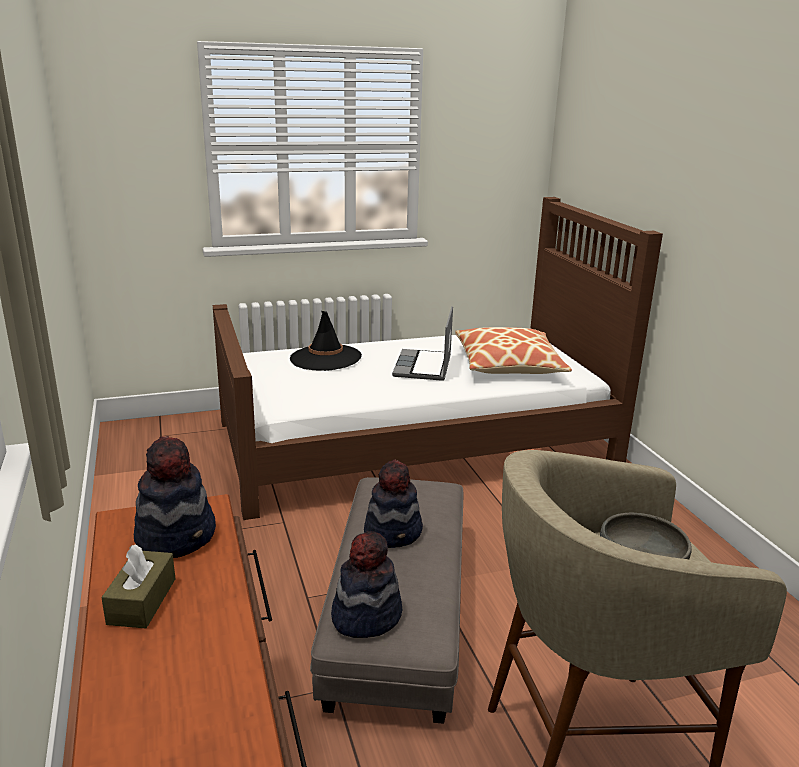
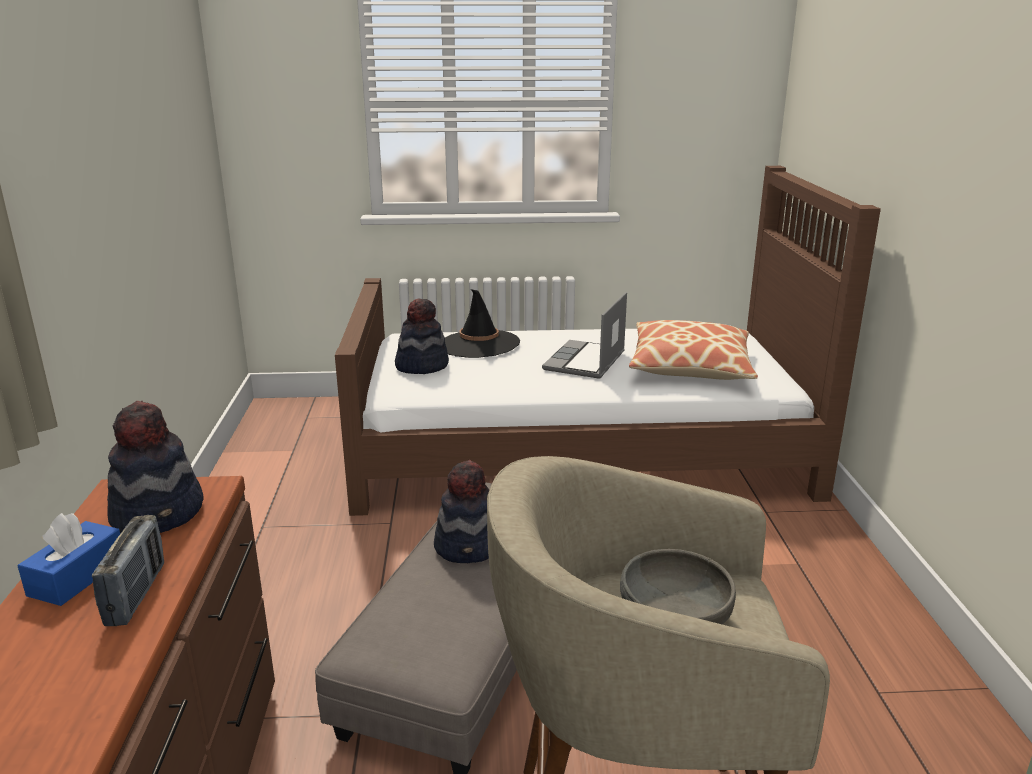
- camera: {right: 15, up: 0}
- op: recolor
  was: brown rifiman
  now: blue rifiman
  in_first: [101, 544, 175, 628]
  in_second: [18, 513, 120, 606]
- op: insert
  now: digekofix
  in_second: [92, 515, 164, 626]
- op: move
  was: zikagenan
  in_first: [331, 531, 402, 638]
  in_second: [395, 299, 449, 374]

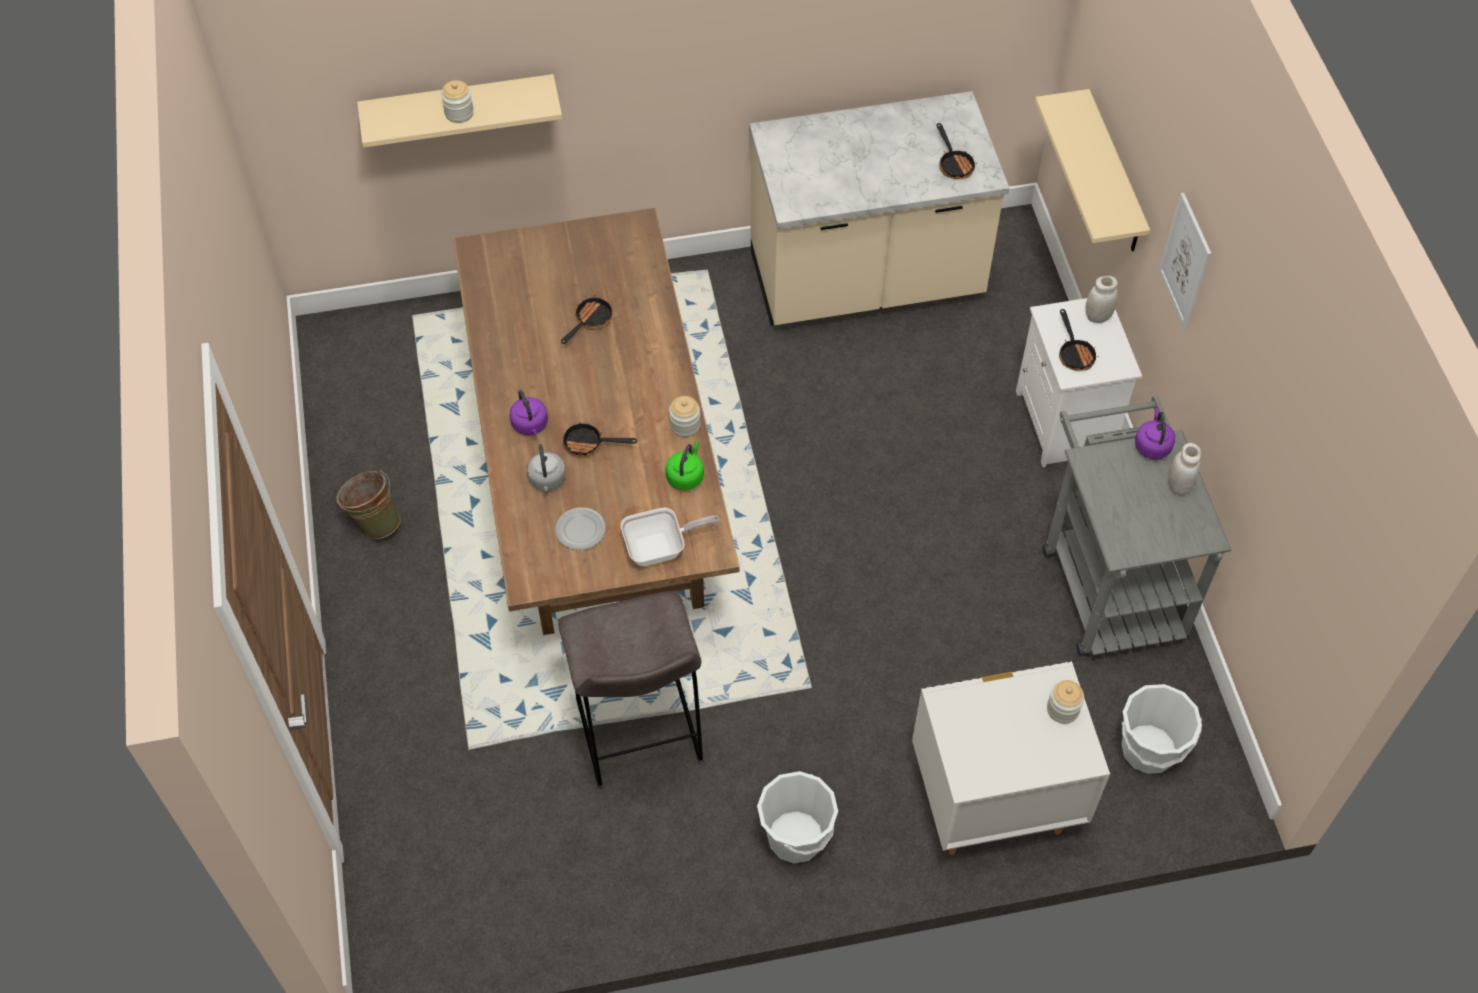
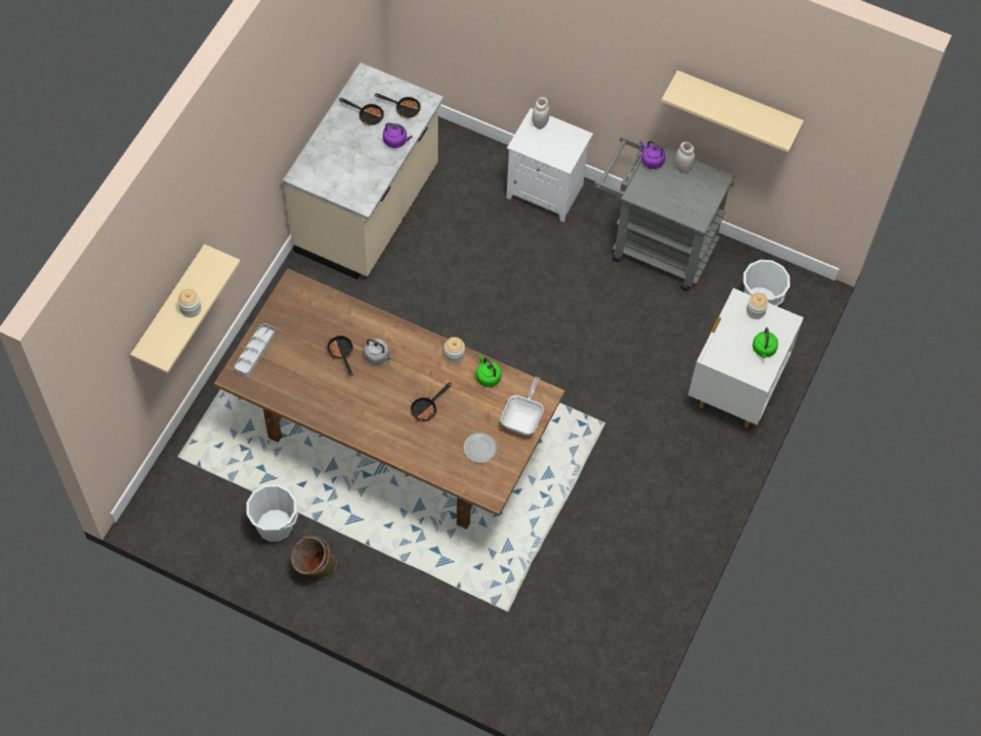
- camera: {right: -55, up: 5}
- op: insert
  now: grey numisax
  in_second: [235, 323, 275, 377]
- op: move
  was: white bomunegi
  in_first: [757, 771, 838, 863]
  in_second: [246, 484, 298, 542]
- op: move
  was: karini
  in_first: [1059, 309, 1099, 371]
  in_second: [339, 98, 384, 126]
- op: move
  was: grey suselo
  in_first: [527, 444, 566, 492]
  in_second: [364, 339, 393, 365]
- op: move
  was: purple suselo
  in_first: [509, 390, 548, 435]
  in_second: [383, 123, 412, 148]
- op: move
  was: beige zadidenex
  in_first: [1035, 89, 1150, 251]
  in_second: [661, 70, 804, 153]
- op: insert
  now: green suselo
  in_second: [752, 327, 778, 358]
- op: delete
  was: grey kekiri
  in_first: [558, 591, 703, 788]
- op: delete
  was: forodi
  in_first: [1158, 193, 1211, 329]

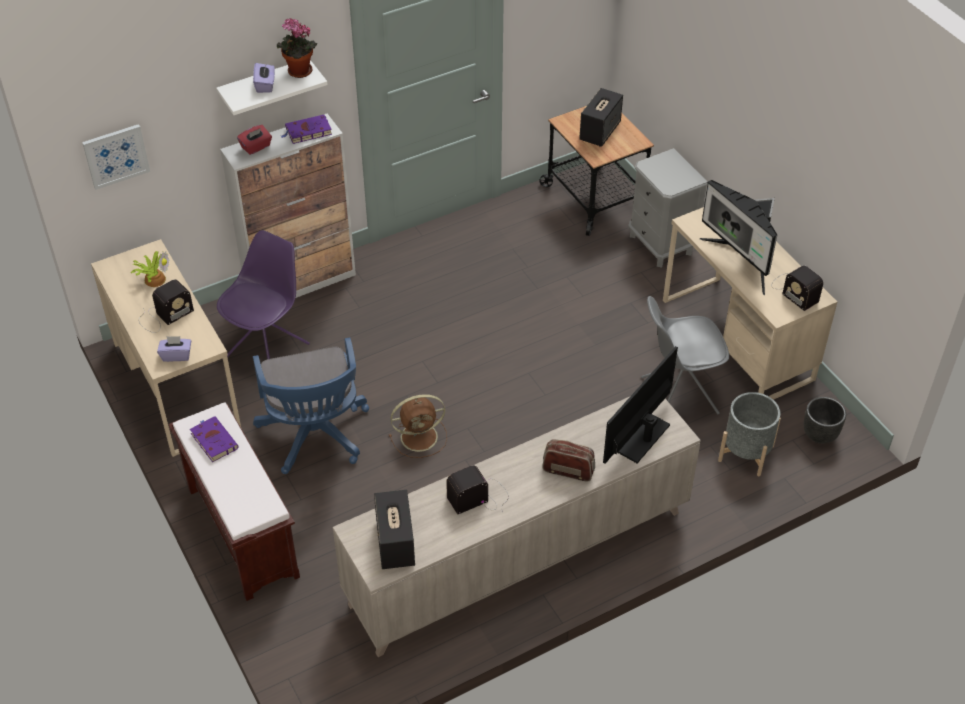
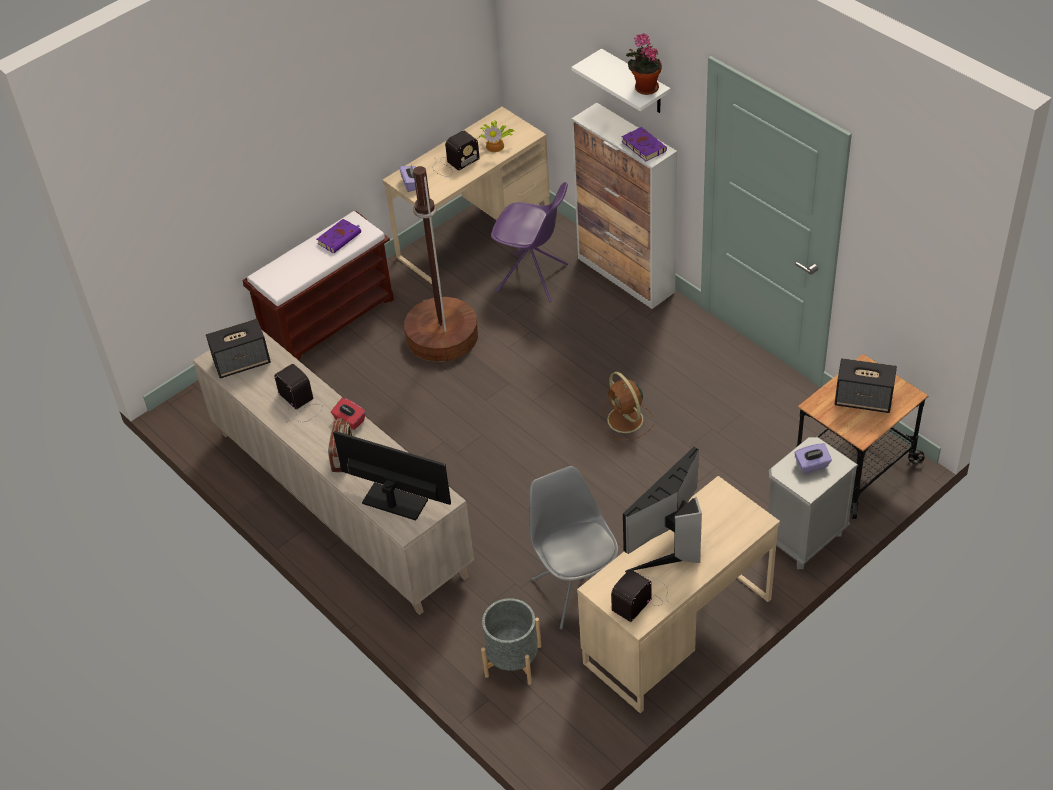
- camera: {right: 80, up: 0}
- op: move
  was: red rifiman
  in_first: [237, 125, 272, 155]
  in_second: [331, 398, 366, 430]
- op: replace
  was: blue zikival
  now: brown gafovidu
  in_first: [253, 337, 369, 474]
  in_second: [404, 166, 478, 362]
- op: rotate
  was: digekofix
  in_first: [139, 280, 194, 333]
  in_second: [432, 131, 480, 177]
  clockwise: -75
- op: move
  was: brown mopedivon
  in_first: [389, 394, 447, 458]
  in_second: [599, 372, 654, 440]
- op: move
  was: purple rifiman
  in_first: [253, 63, 275, 93]
  in_second: [795, 443, 832, 473]
- op: delete
  was: forodi
  in_first: [82, 124, 150, 190]
- op: delete
  was: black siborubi
  in_first: [804, 397, 846, 444]

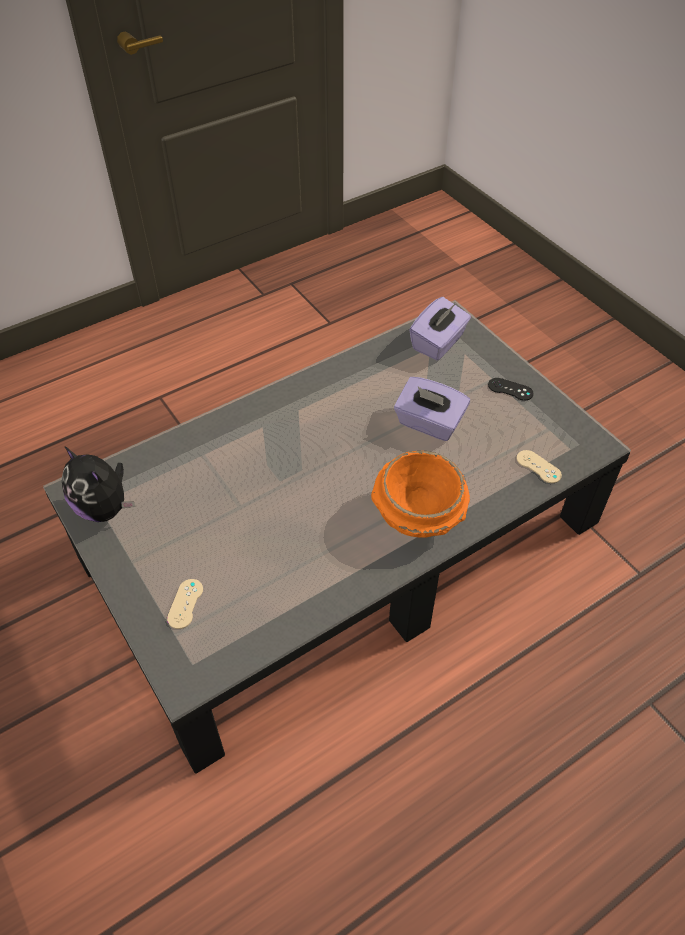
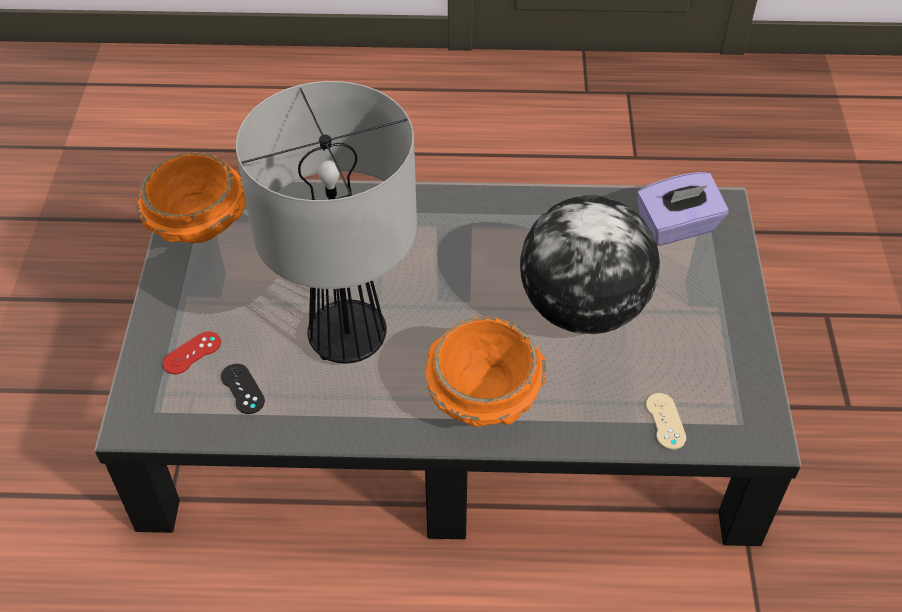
- camera: {right: 35, up: 0}
- op: replace
  was: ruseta
  now: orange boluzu
  in_first: [61, 446, 135, 522]
  in_second: [136, 152, 246, 243]
- op: recolor
  was: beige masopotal
  now: red masopotal
  in_first: [167, 579, 203, 629]
  in_second: [163, 332, 221, 374]
- op: move
  was: black masopotal
  in_first: [488, 378, 534, 401]
  in_second: [221, 364, 265, 414]
- op: insert
  now: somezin
  in_second: [236, 81, 417, 363]
- op: replace
  was: purple rifiman
  now: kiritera
  in_first: [394, 377, 470, 441]
  in_second: [520, 195, 660, 334]

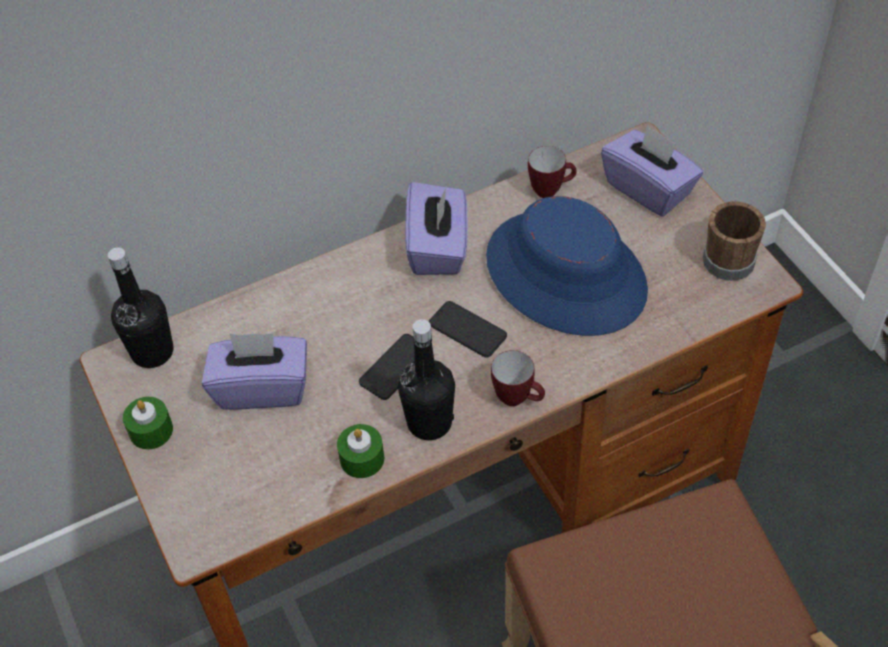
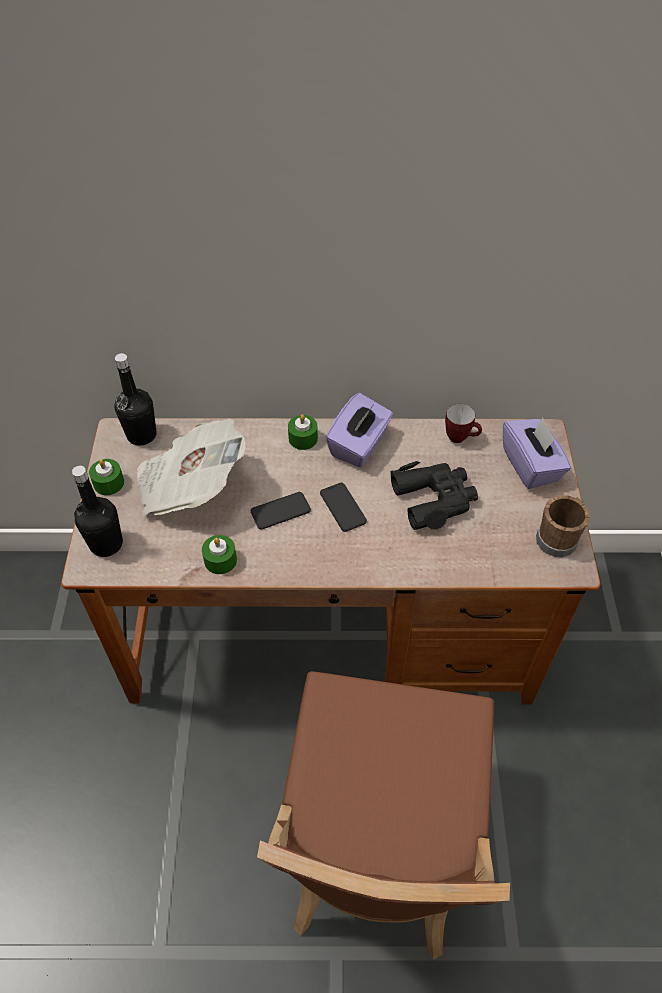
- camera: {right: 25, up: 0}
- op: move
  was: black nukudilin
  in_first: [398, 319, 455, 440]
  in_second: [72, 466, 123, 557]
- op: replace
  was: purple rifiman
  now: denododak
  in_first: [202, 333, 307, 410]
  in_second: [137, 419, 246, 516]
- op: insert
  now: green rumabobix
  in_second: [288, 414, 318, 450]
- op: replace
  was: blue zikagenan
  now: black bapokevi
  in_first: [486, 196, 648, 336]
  in_second: [390, 461, 478, 530]
- op: delete
  was: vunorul
  in_first: [491, 350, 545, 406]

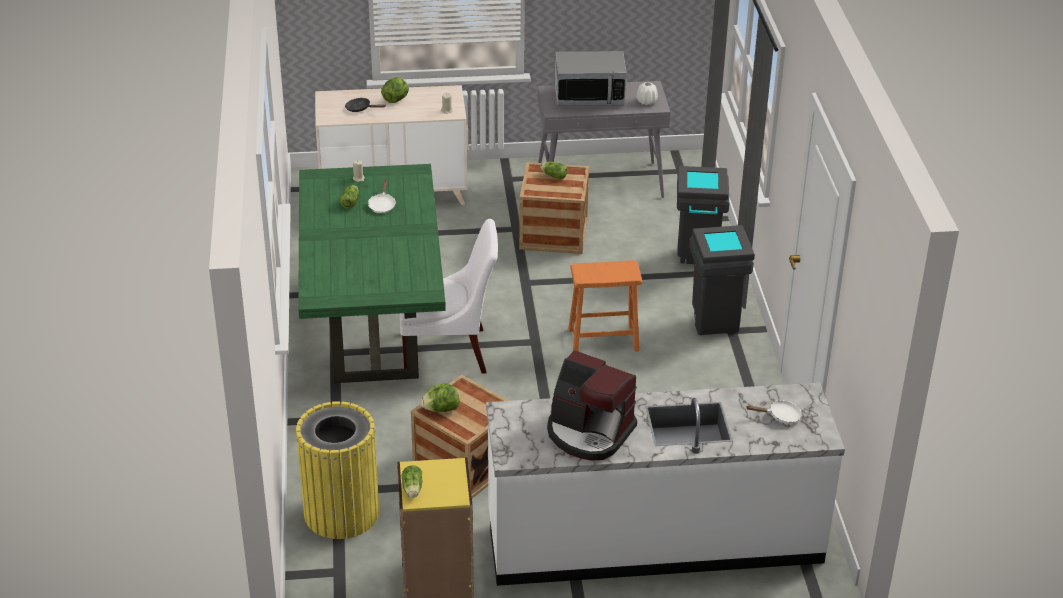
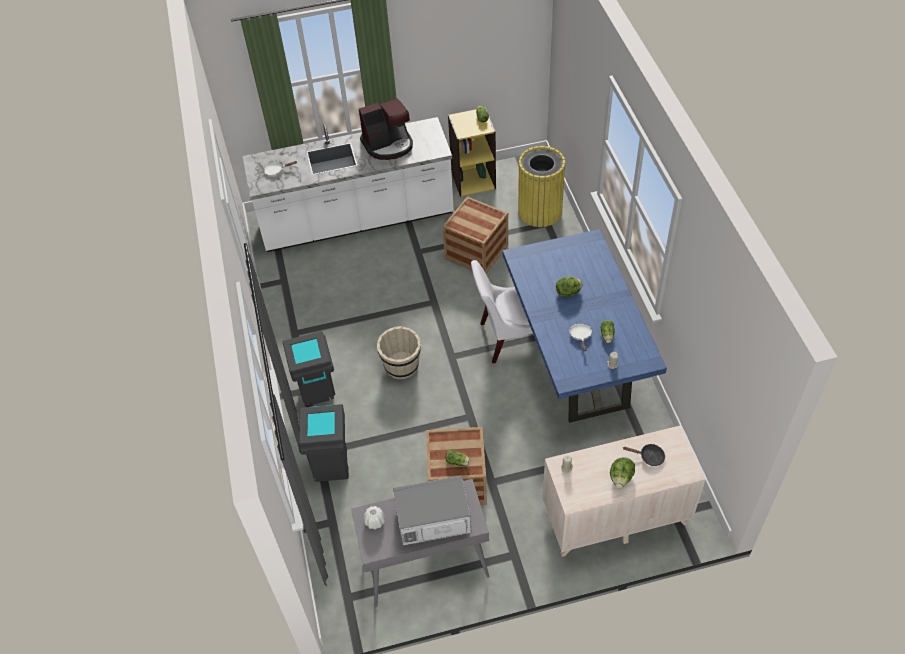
- camera: {right: 175, up: 15}
- op: rotate
  was: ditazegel
  in_first: [547, 350, 637, 461]
  in_second: [359, 98, 413, 160]
  clockwise: 135
- op: replace
  was: orange kekiri
  now: beige bomunegi
  in_first: [568, 260, 642, 352]
  in_second: [377, 326, 421, 379]
- op: recolor
  was: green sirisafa
  now: blue sirisafa
  in_first: [298, 164, 446, 384]
  in_second: [503, 229, 667, 423]
- op: move
  was: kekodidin
  in_first: [421, 384, 459, 412]
  in_second: [556, 277, 582, 297]

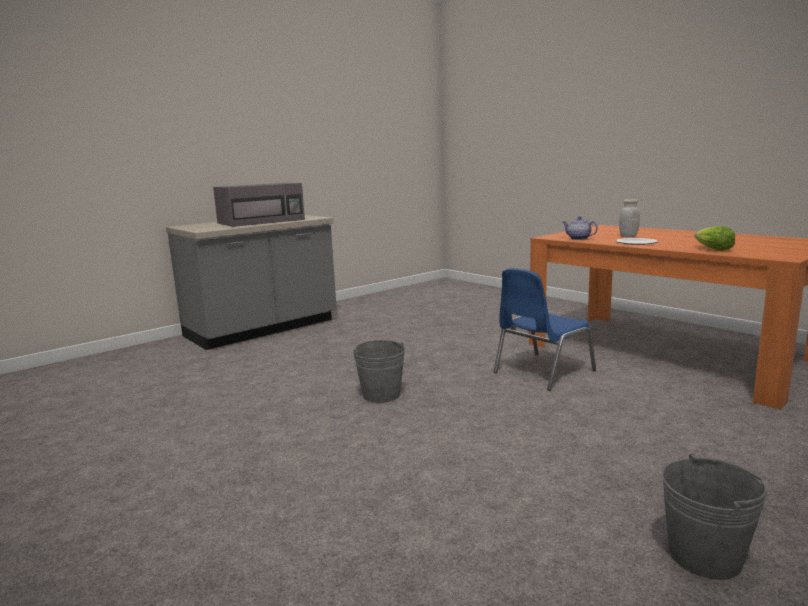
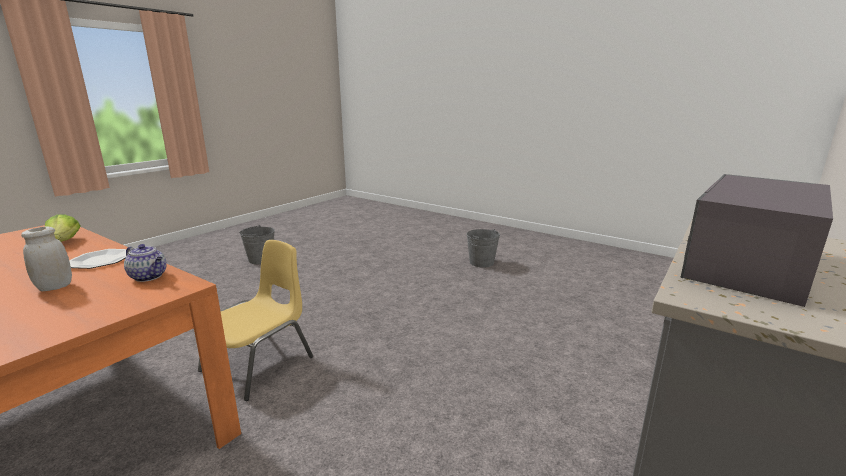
- camera: {right: 165, up: 5}
- op: recolor
  was: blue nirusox
  now: yellow nirusox
  in_first: [494, 268, 596, 391]
  in_second: [198, 240, 313, 401]
- op: move
  was: grey bomunegi
  in_first: [353, 340, 405, 403]
  in_second: [467, 229, 500, 268]

